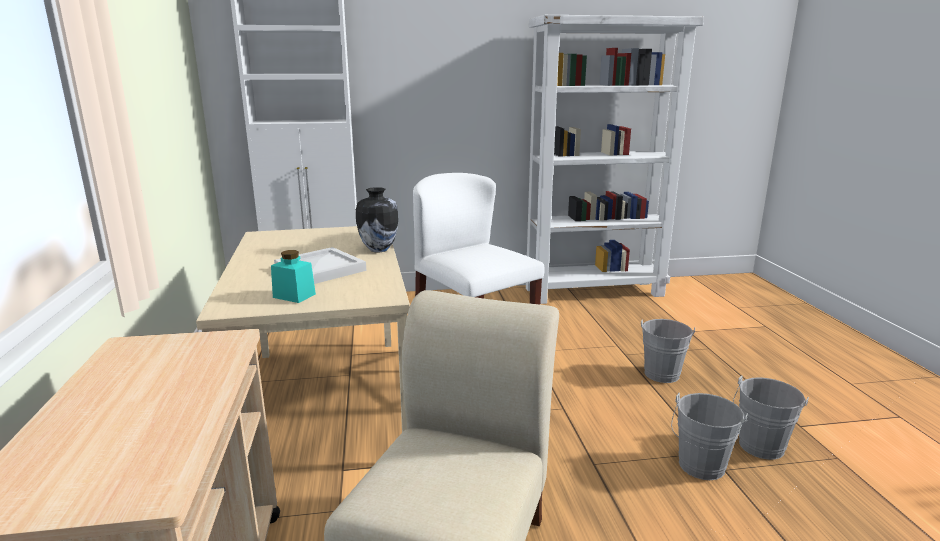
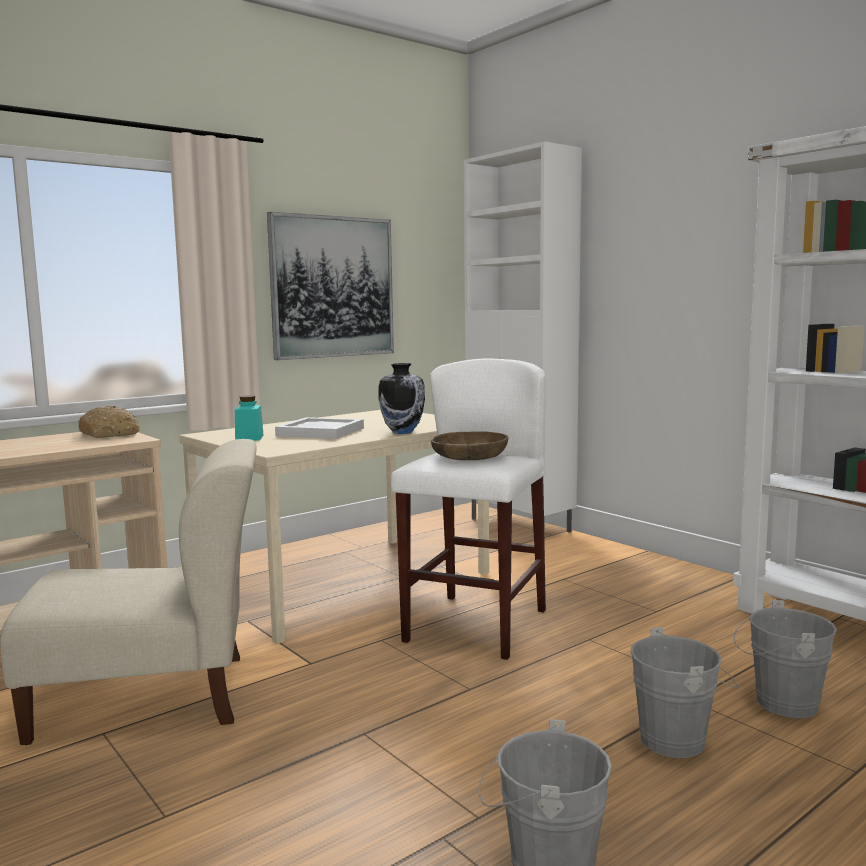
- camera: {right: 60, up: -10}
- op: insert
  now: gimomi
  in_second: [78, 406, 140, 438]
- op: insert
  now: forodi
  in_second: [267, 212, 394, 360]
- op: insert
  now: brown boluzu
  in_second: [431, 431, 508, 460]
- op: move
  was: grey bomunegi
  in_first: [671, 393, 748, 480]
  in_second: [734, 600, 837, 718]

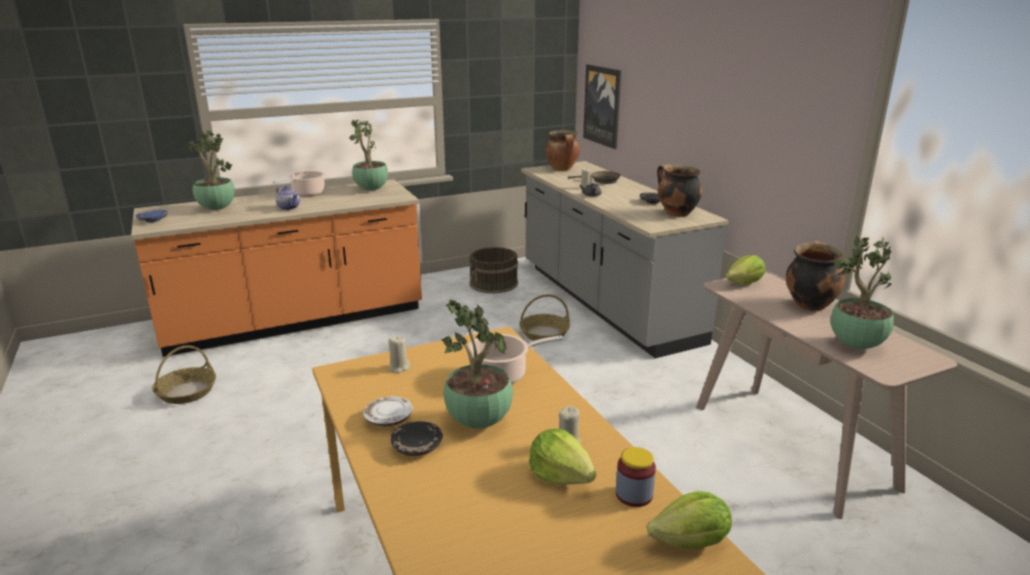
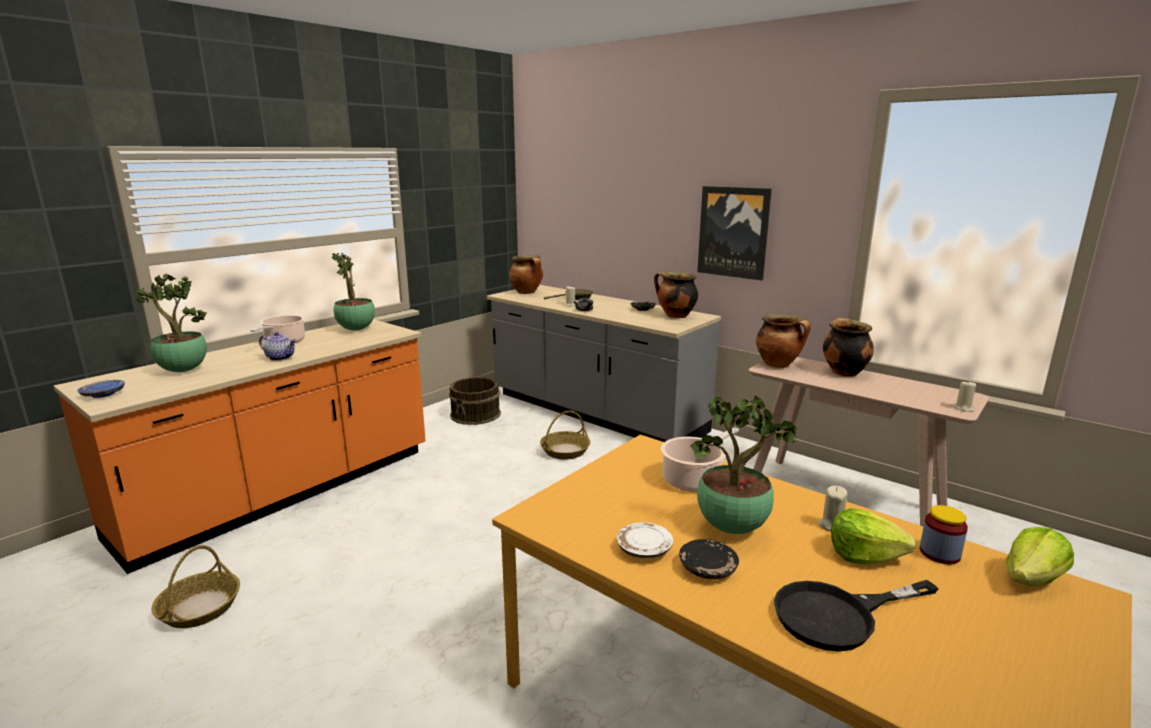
- camera: {right: -25, up: -5}
- op: move
  was: forodi
  in_first: [583, 64, 621, 149]
  in_second: [697, 186, 772, 281]
- op: replace
  was: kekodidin
  now: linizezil
  in_first: [726, 255, 765, 285]
  in_second: [756, 314, 811, 368]
- op: insert
  now: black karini
  in_second: [774, 580, 938, 652]
- op: move
  was: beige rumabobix
  in_first: [388, 336, 410, 374]
  in_second: [954, 381, 976, 412]
- op: delete
  was: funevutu
  in_first: [831, 236, 894, 349]

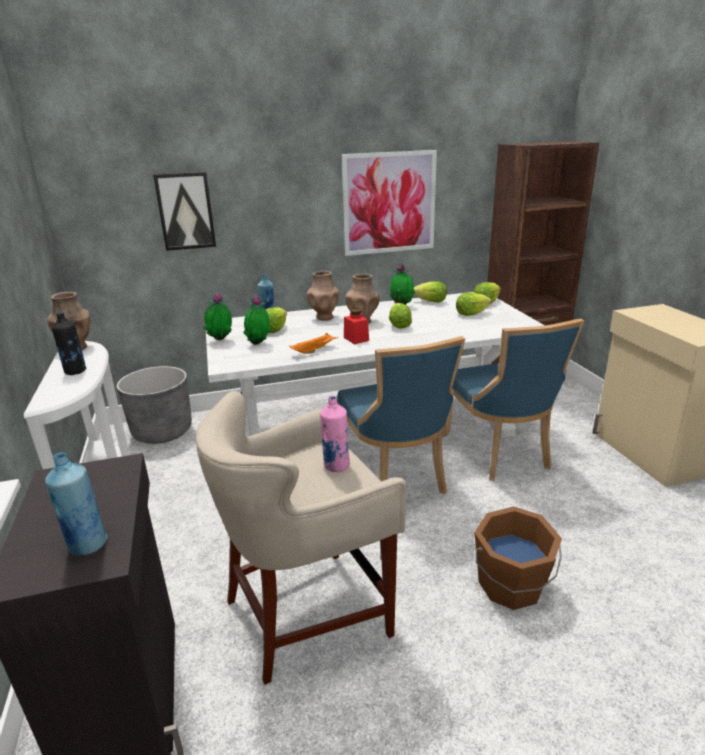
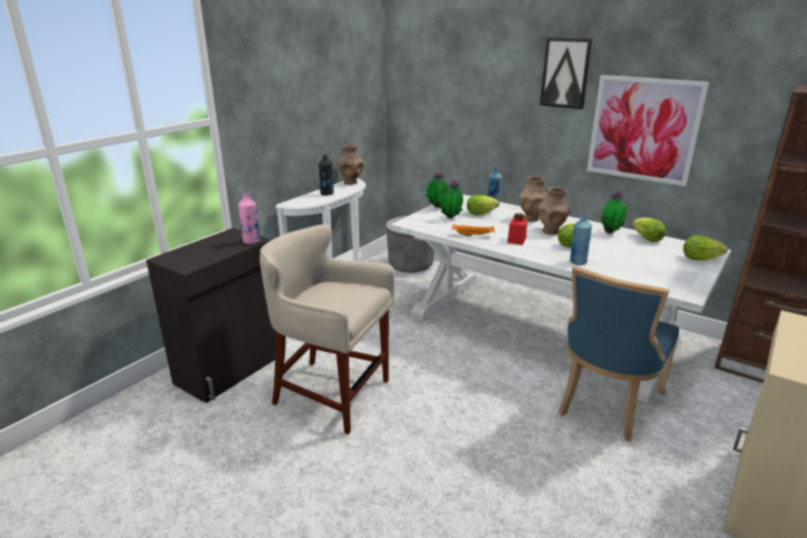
- camera: {right: 50, up: 0}
- op: move
  was: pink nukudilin
  in_first: [320, 396, 350, 472]
  in_second: [238, 193, 260, 244]
- op: move
  was: forodi
  in_first: [153, 172, 216, 251]
  in_second: [540, 37, 593, 109]
- op: move
  was: blue nukudilin
  in_first: [45, 452, 107, 556]
  in_second: [570, 214, 592, 265]
- op: delete
  was: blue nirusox
  in_first: [337, 336, 465, 495]
- op: delete
  was: kekodidin
  in_first: [456, 293, 492, 316]
- op: delete
  was: brown bomunegi
  in_first: [474, 506, 562, 610]

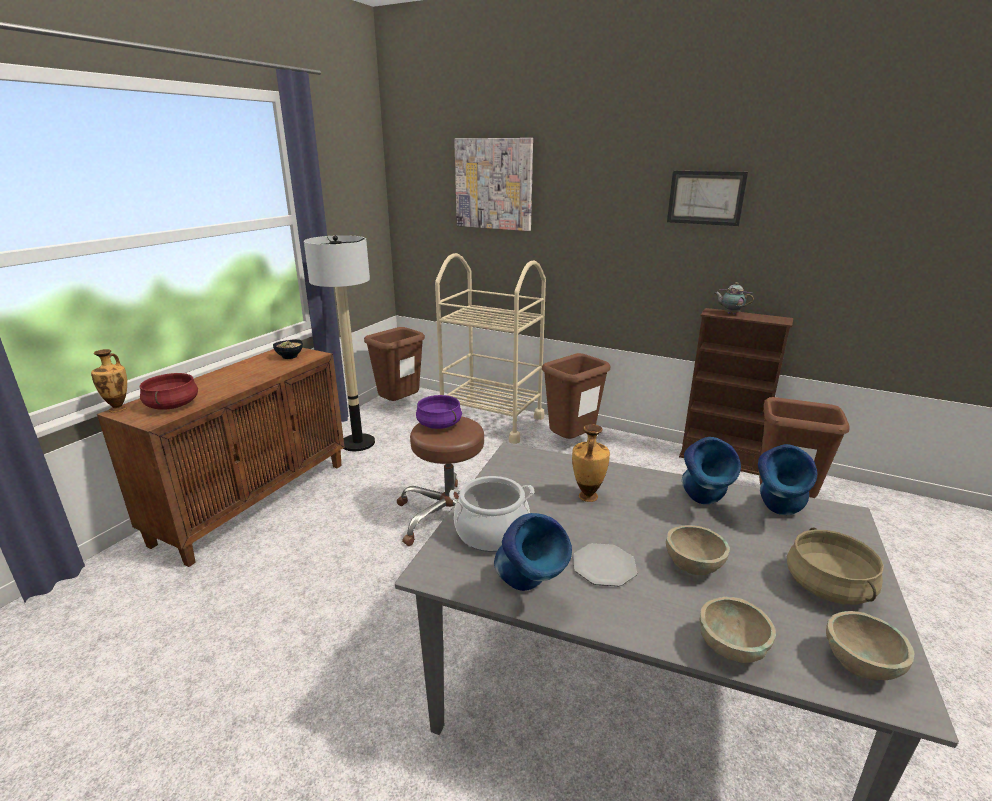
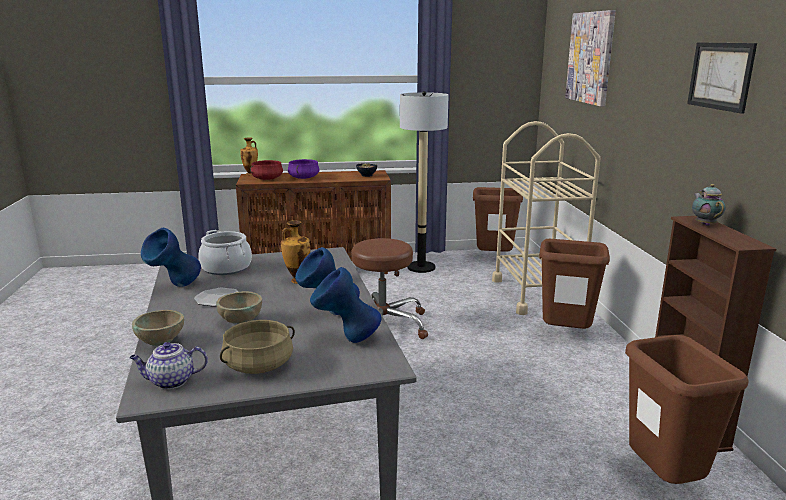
- camera: {right: 55, up: -5}
- op: replace
  was: beige boluzu
  now: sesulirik
  in_first: [826, 611, 914, 680]
  in_second: [129, 342, 208, 389]
- op: move
  was: purple linizezil
  in_first: [416, 395, 462, 429]
  in_second: [288, 159, 319, 179]

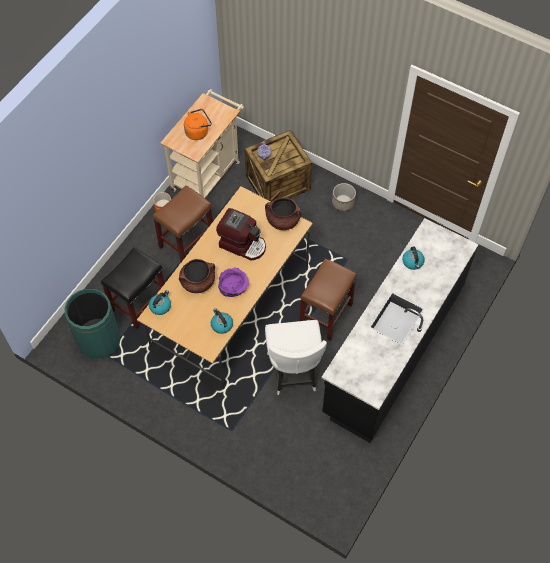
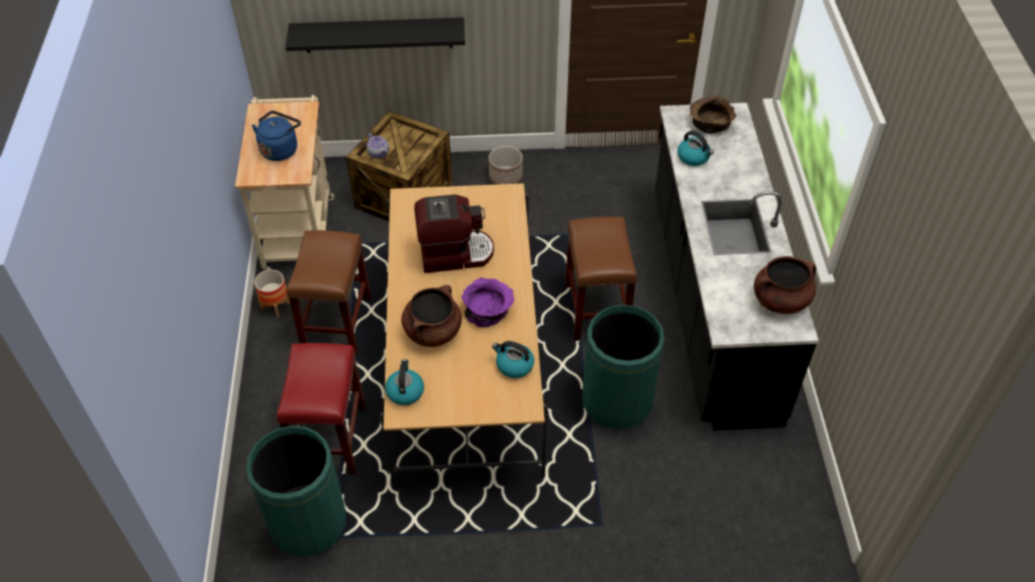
- camera: {right: -35, up: -10}
- op: recolor
  was: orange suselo
  now: blue suselo
  in_first: [184, 109, 212, 140]
  in_second: [252, 111, 301, 161]
- op: recolor
  was: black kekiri
  now: red kekiri
  in_first: [101, 247, 165, 329]
  in_second: [277, 343, 366, 474]
- op: insert
  now: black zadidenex
  in_second: [286, 17, 465, 53]
- op: replace
  was: white nirusox
  now: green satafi
  in_first: [265, 320, 327, 395]
  in_second: [582, 305, 664, 429]
- op: insert
  now: brown boluzu
  in_second: [690, 95, 737, 134]
- op: move
  was: brown linizezil
  in_first: [265, 197, 301, 230]
  in_second: [754, 256, 816, 314]

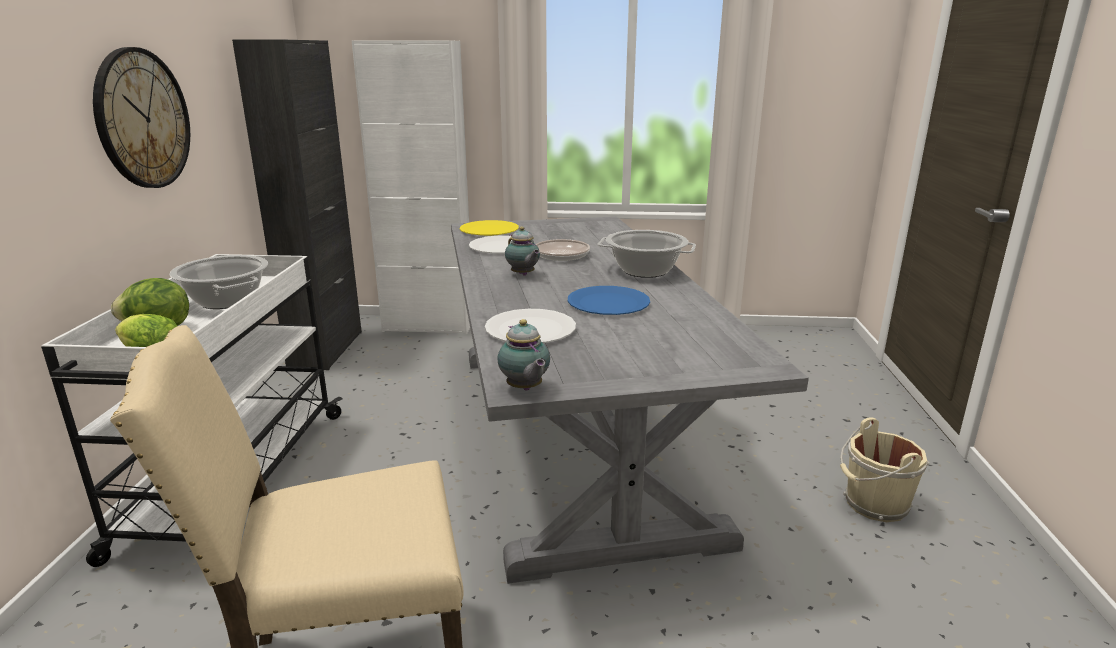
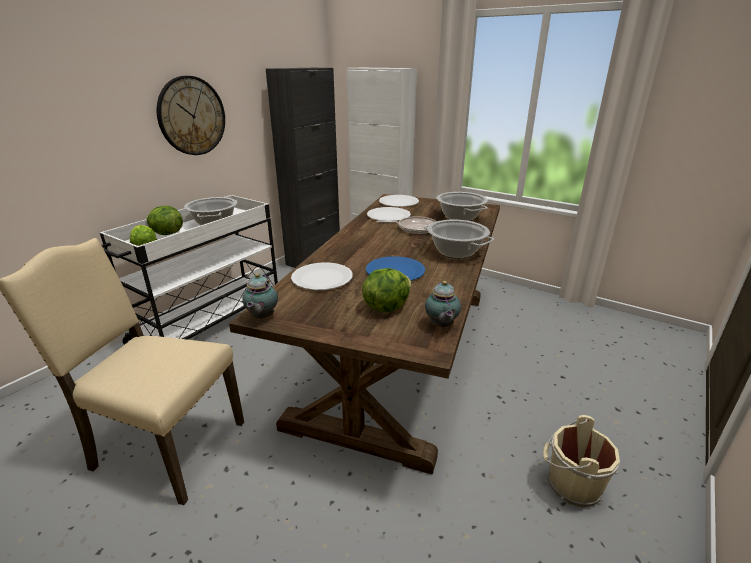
- camera: {right: 30, up: 5}
- op: recolor
  was: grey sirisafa
  now: brown sirisafa
  in_first: [451, 216, 809, 584]
  in_second: [229, 194, 500, 475]
- op: insert
  now: kekodidin
  in_second: [362, 268, 412, 313]
- op: recolor
  was: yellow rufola
  now: white rufola
  in_first: [459, 220, 519, 236]
  in_second: [379, 195, 419, 207]
- op: move
  was: sesulirik
  in_first: [505, 227, 540, 276]
  in_second: [425, 281, 461, 328]
- op: insert
  now: linizezil
  in_second: [437, 192, 488, 221]

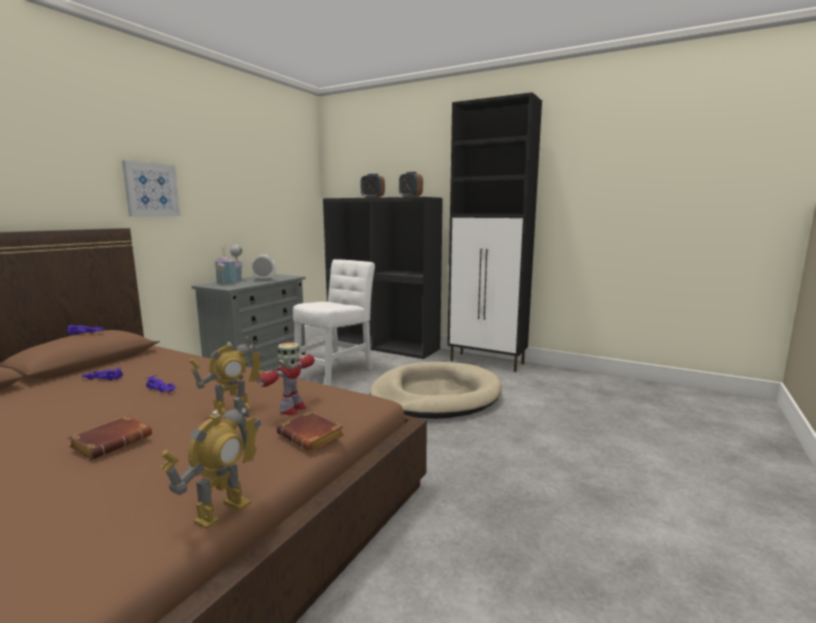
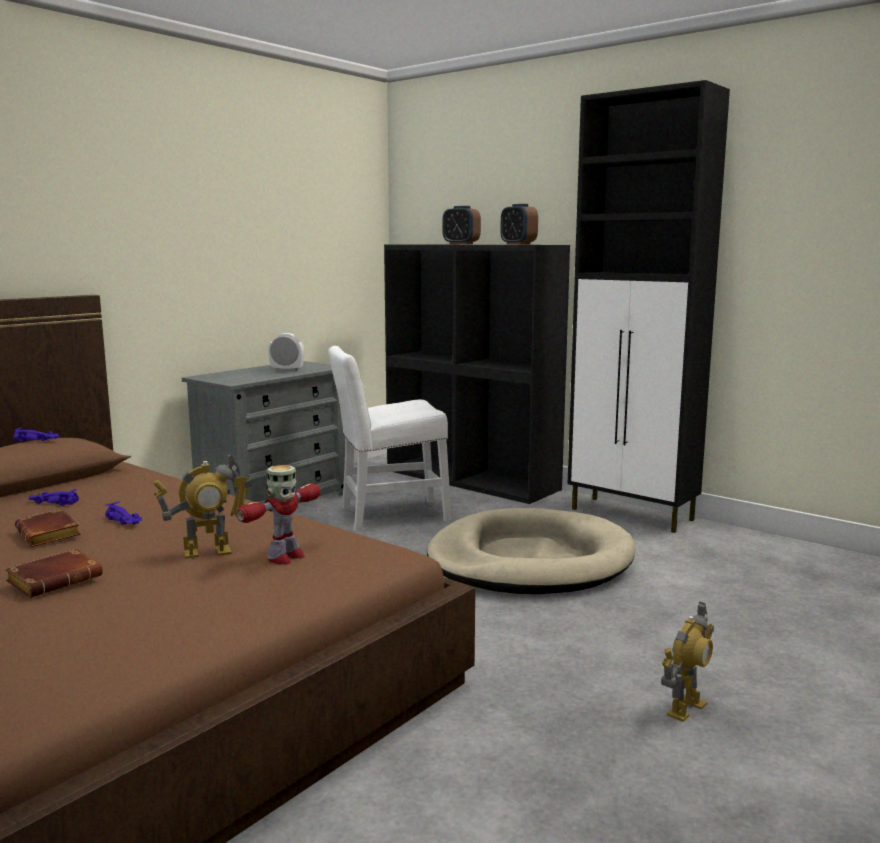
- camera: {right: 10, up: 0}
- op: move
  was: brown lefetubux
  in_first: [276, 411, 344, 452]
  in_second: [15, 509, 81, 547]
- op: rotate
  was: white nirusox
  in_first: [293, 259, 375, 386]
  in_second: [328, 346, 452, 531]
  clockwise: -150
- op: move
  was: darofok
  in_first: [160, 395, 261, 529]
  in_second: [661, 602, 714, 722]
- op: delete
  was: forodi
  in_first: [122, 160, 180, 217]
- op: delete
  was: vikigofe
  in_first: [214, 244, 244, 285]

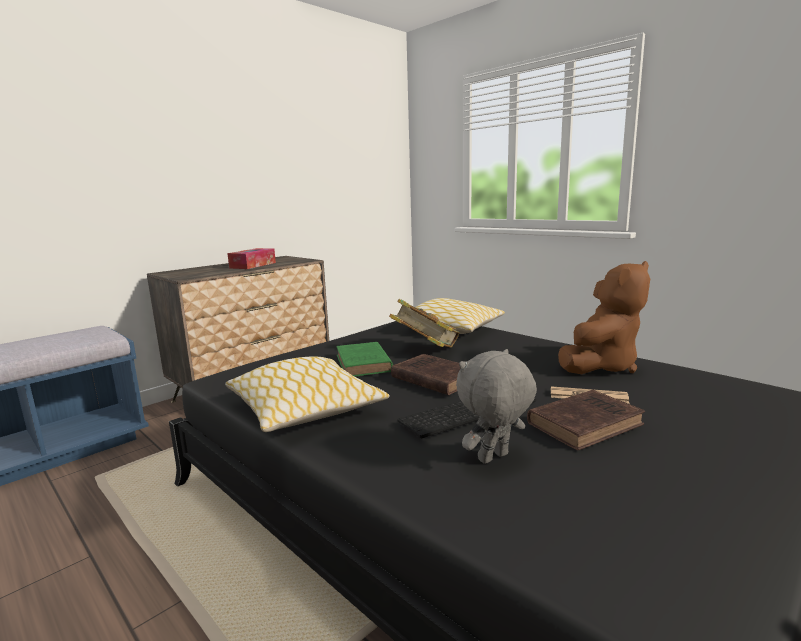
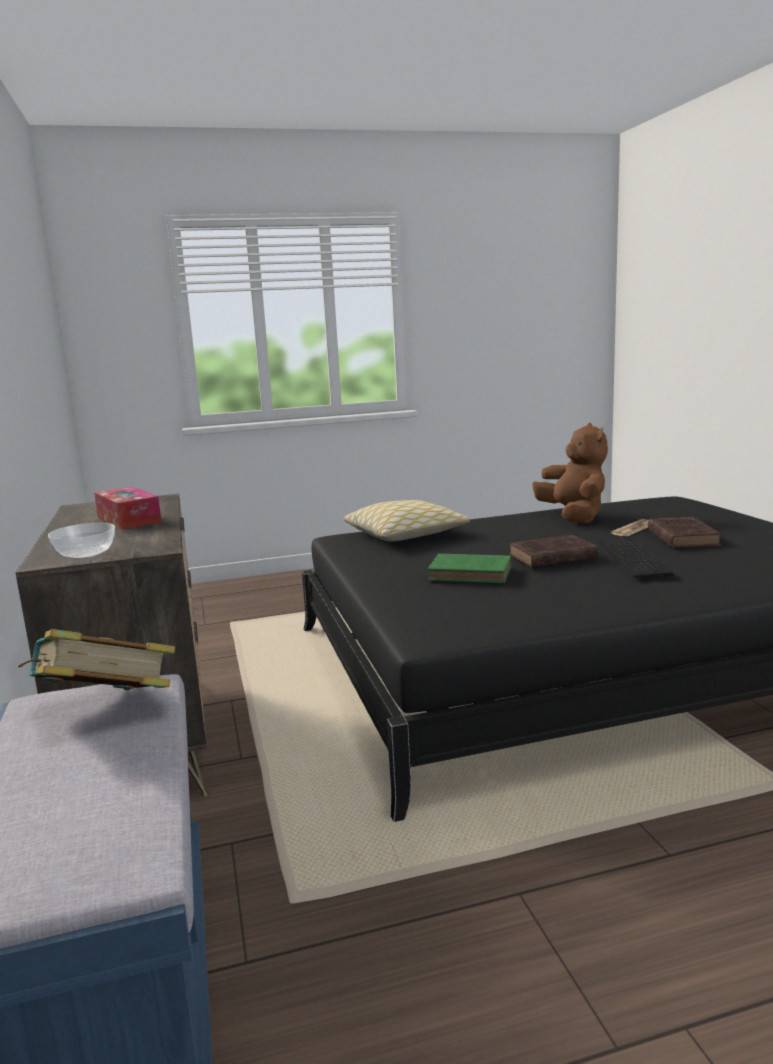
- camera: {right: -60, up: 0}
- op: move
  was: lefetubux
  in_first: [389, 299, 460, 348]
  in_second: [18, 629, 175, 690]
- op: insert
  now: boluzu
  in_second: [48, 523, 115, 559]
- op: delete
  was: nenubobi
  in_first: [225, 357, 390, 432]
- op: delete
  was: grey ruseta
  in_first: [456, 349, 537, 464]

